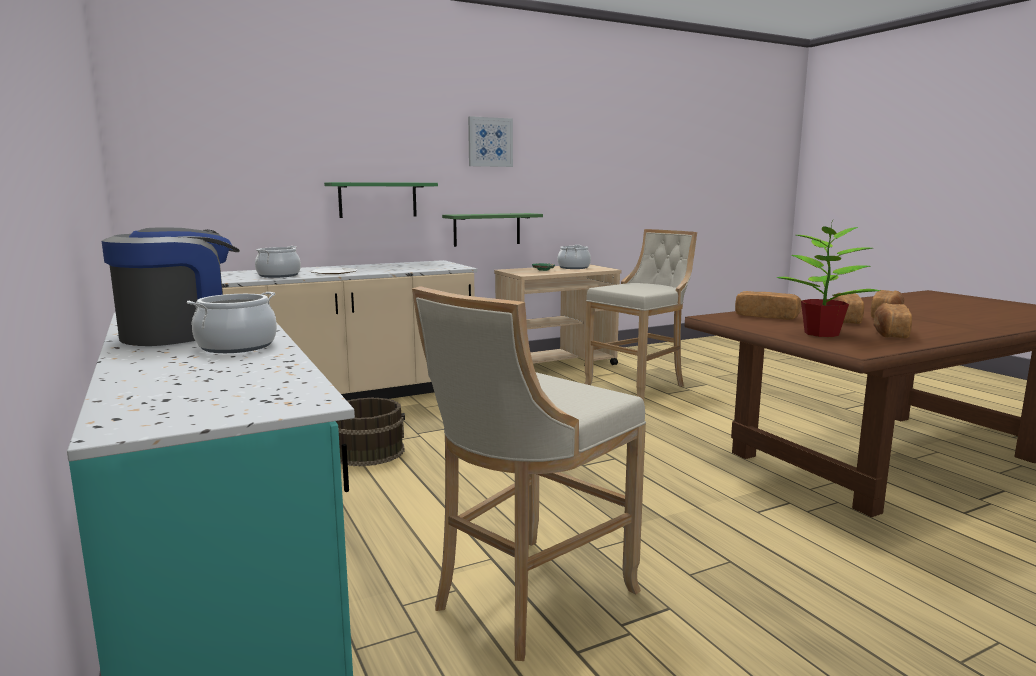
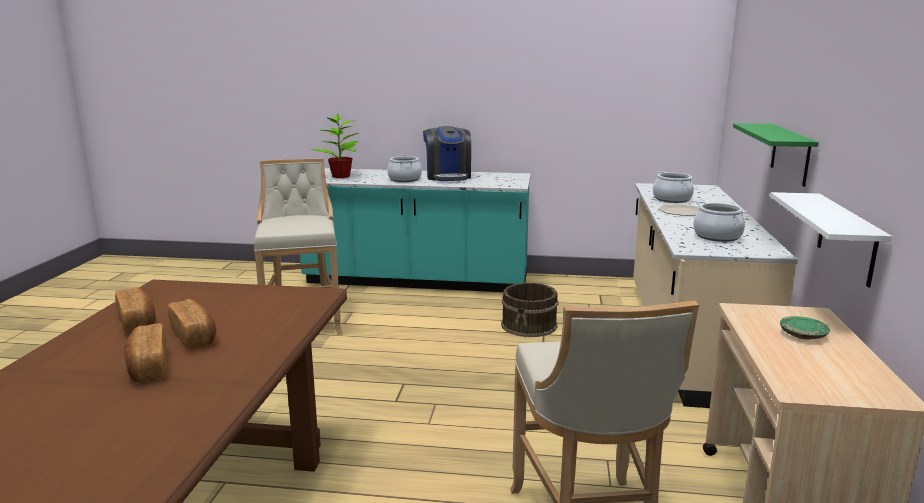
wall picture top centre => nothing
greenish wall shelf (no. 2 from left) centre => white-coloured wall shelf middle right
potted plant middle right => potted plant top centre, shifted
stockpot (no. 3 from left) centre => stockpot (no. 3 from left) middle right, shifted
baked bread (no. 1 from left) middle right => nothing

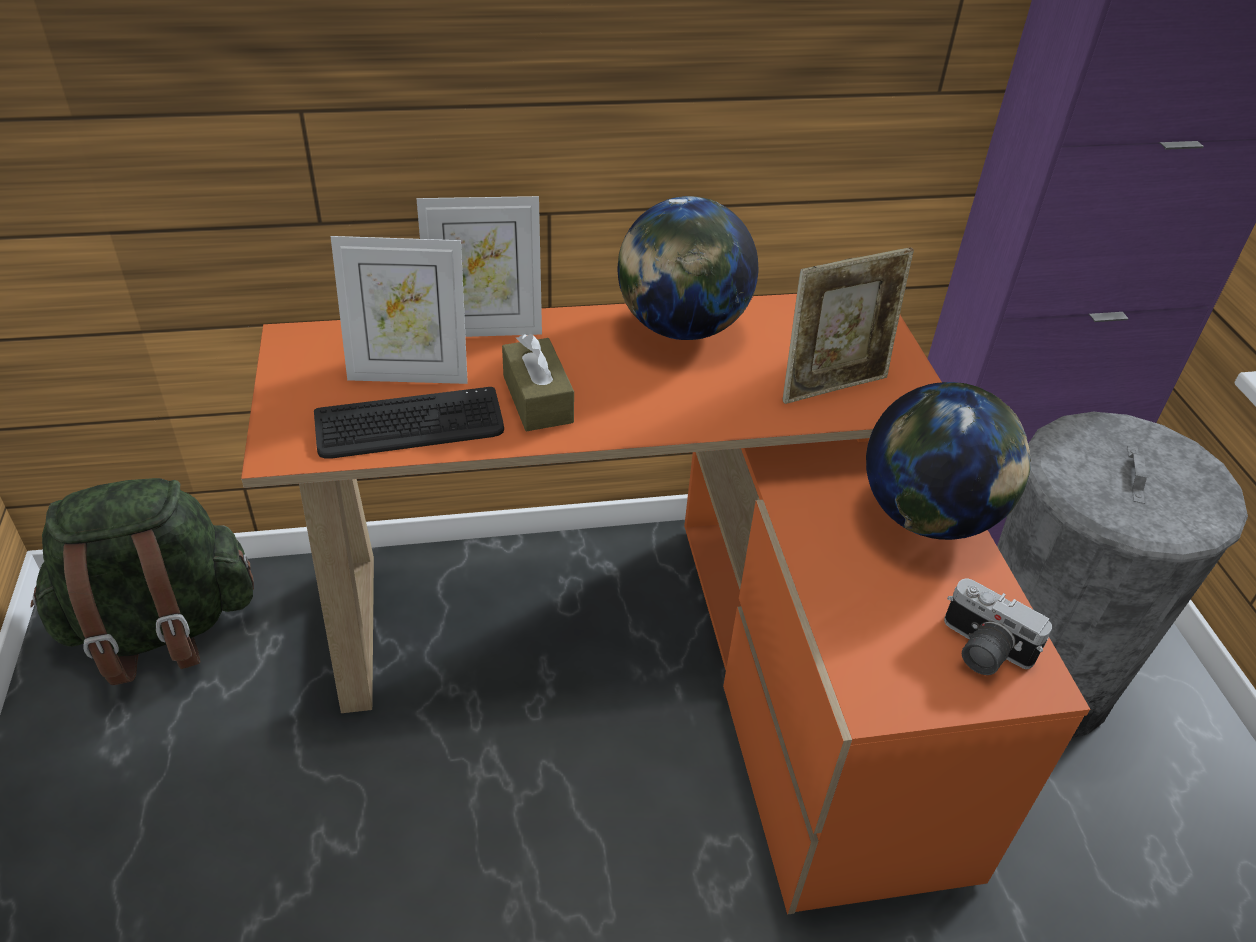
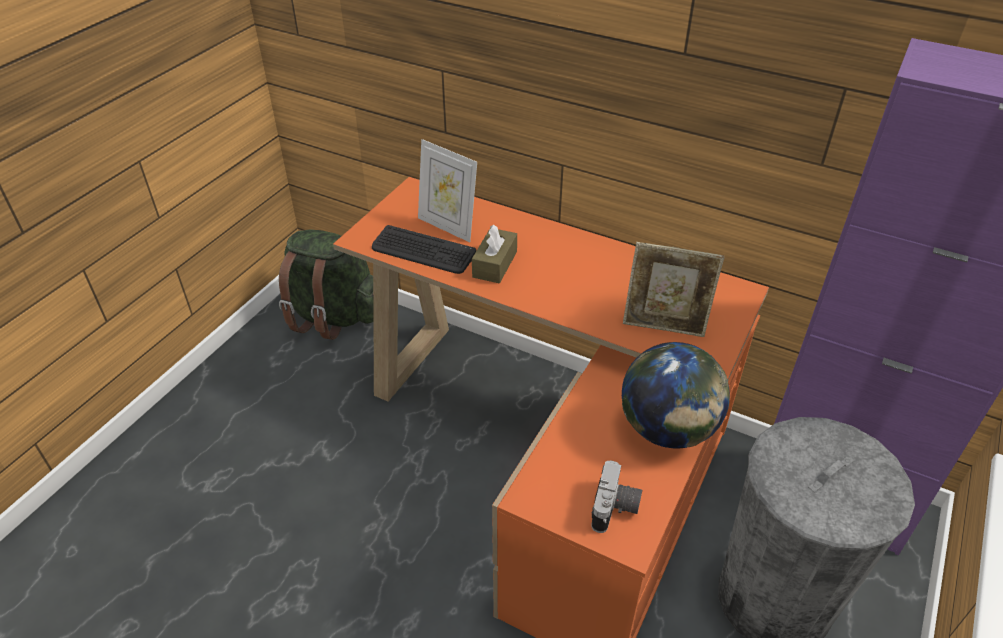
standing frame (no. 2 from left) top centre => nothing
globe (no. 1 from left) top centre => nothing
photo camera middle right => photo camera bottom centre, 150 degrees counterclockwise

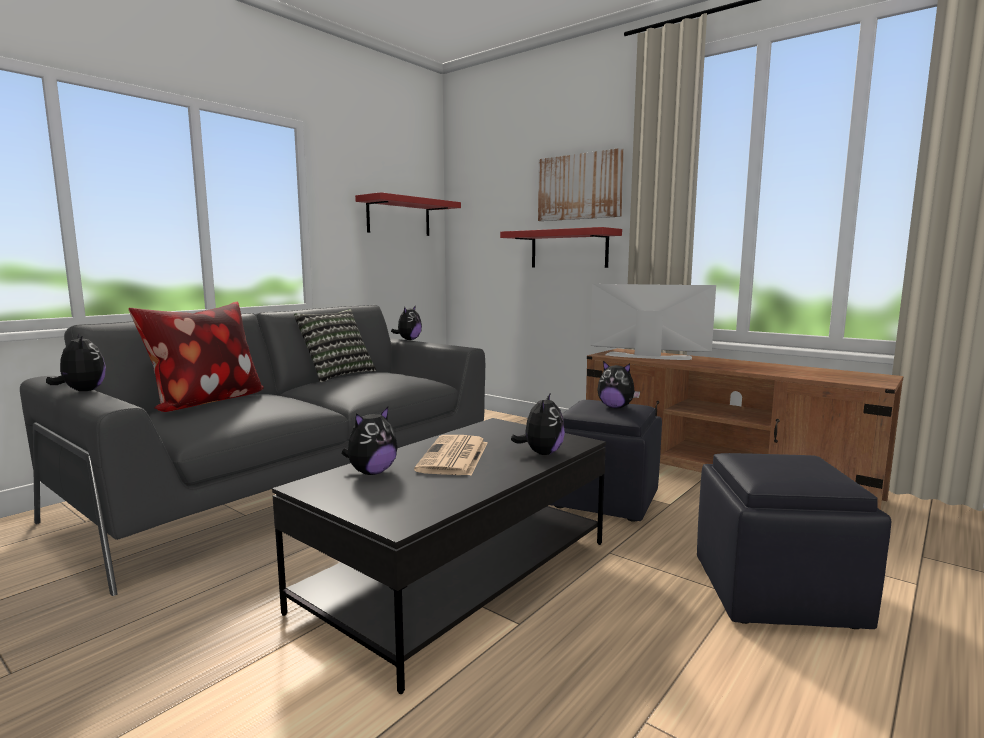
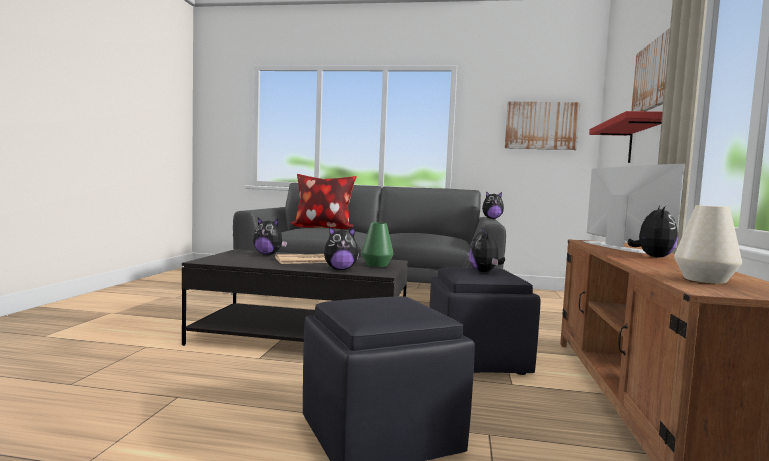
red-coloured wall shelf (no. 1 from left) top centre => wall picture (no. 1 from left) top right
throw pillow (no. 2 from left) centre => nothing
cuddly toy (no. 1 from left in the first image) middle left => cuddly toy (no. 5 from left) middle right, shifted
nothing => white-coloured decorative vase middle right
nothing => greenish decorative vase centre

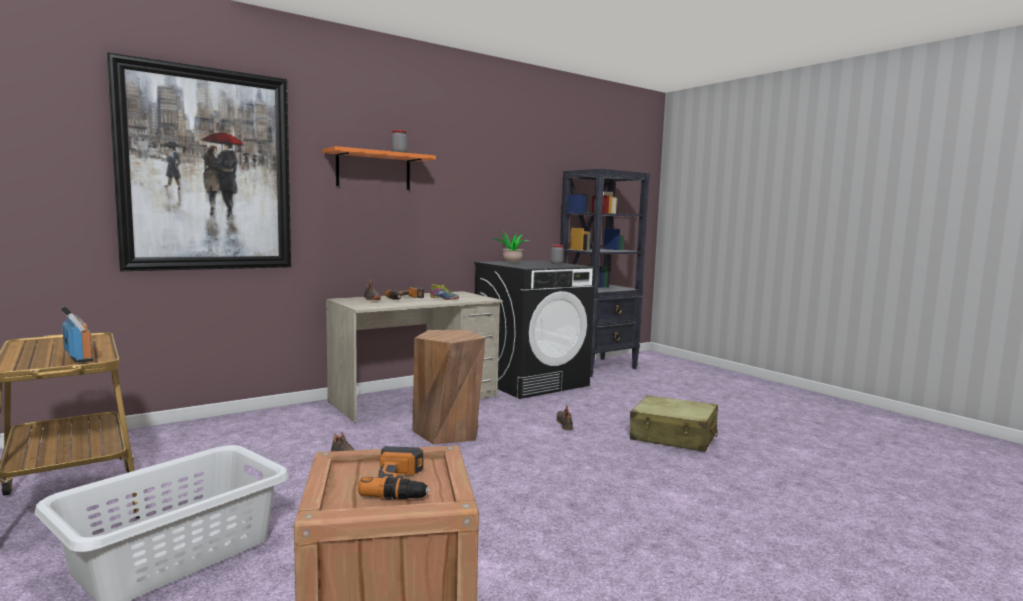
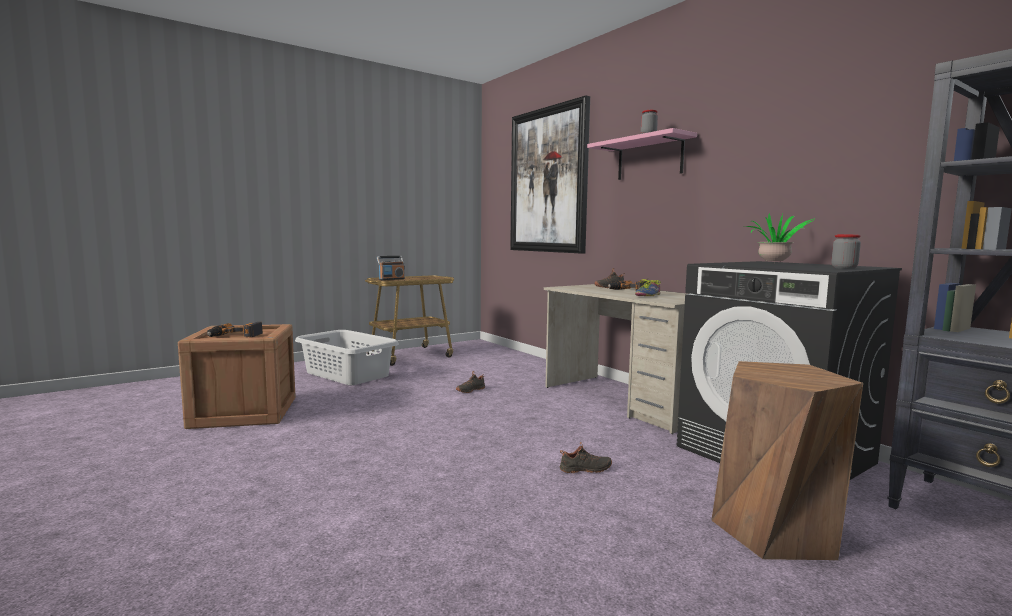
orange wall shelf top centre => pinkish wall shelf top centre
brown-coloured stool seat centre => brown-coloured stool seat bottom right, shifted
beige suitcase bottom centre => nothing

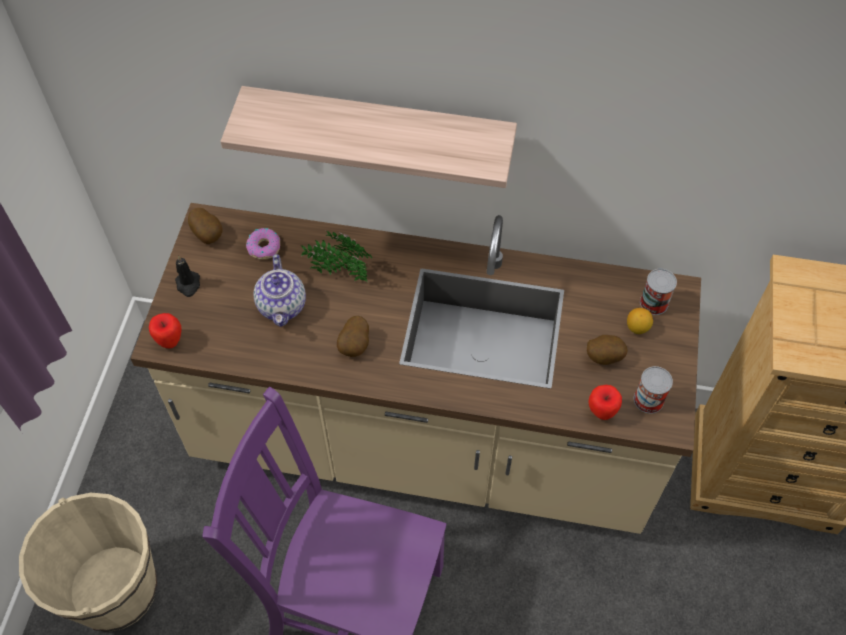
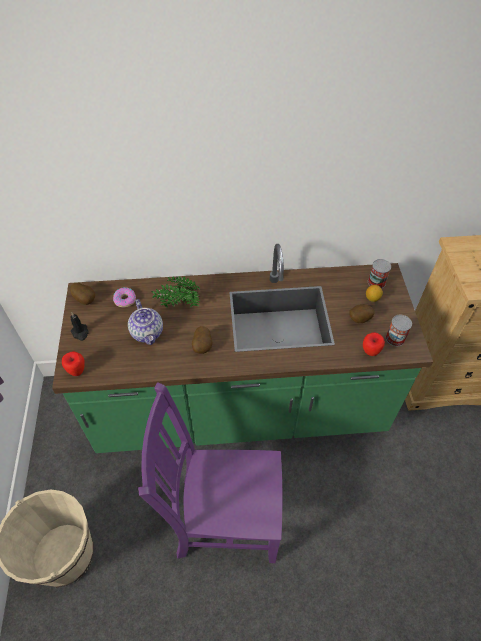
wall shelf top centre => nothing
beige kitchen counter centre => greenish kitchen counter centre

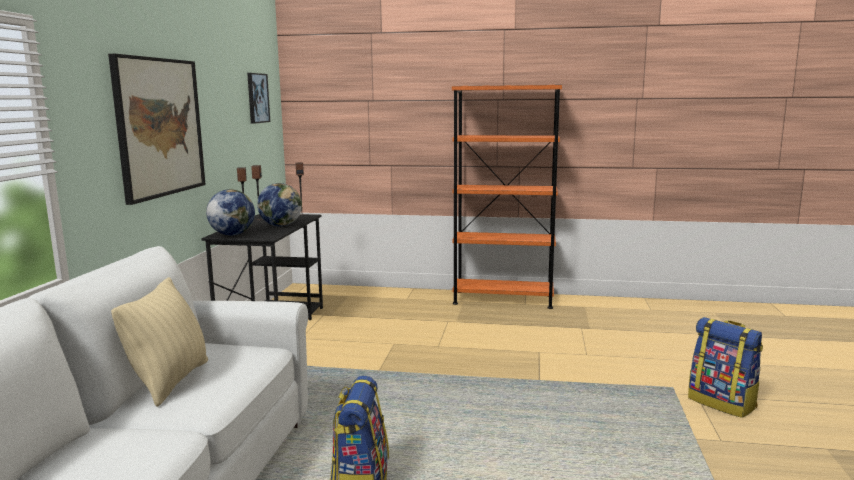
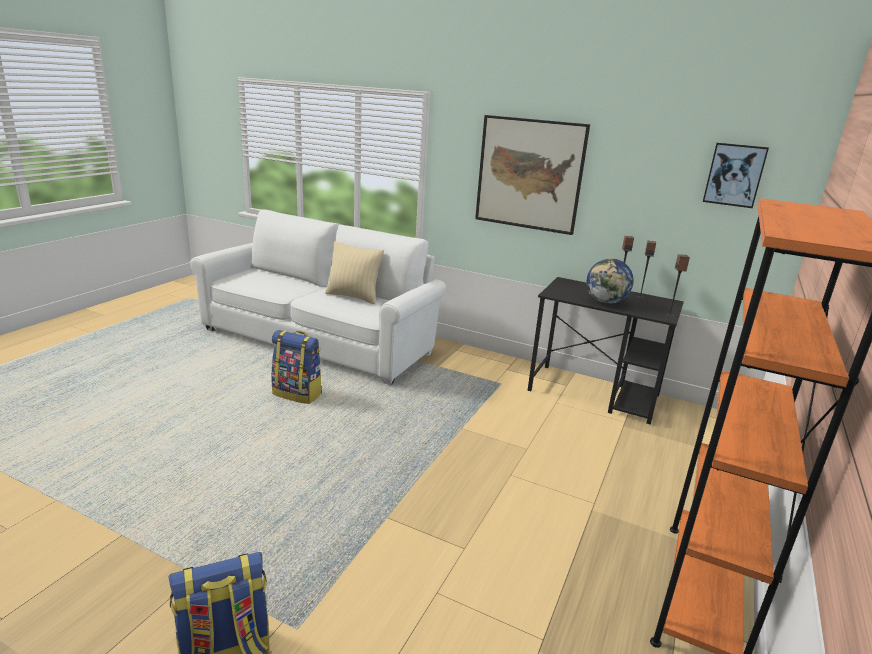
globe (no. 1 from left) middle left => nothing

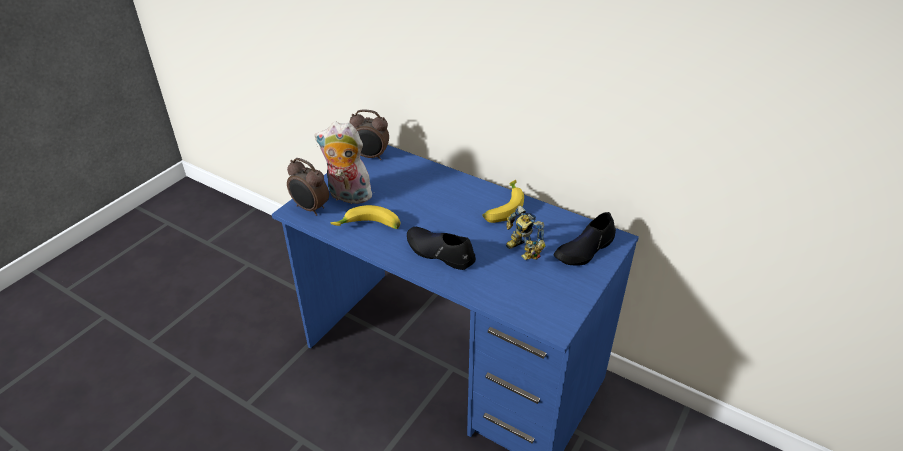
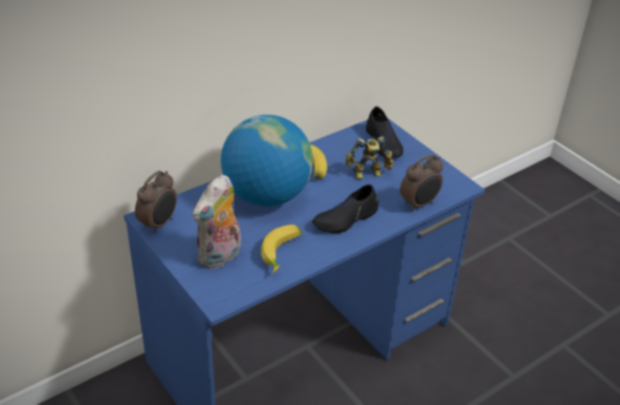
alarm clock (no. 1 from left in the first image) centre => alarm clock (no. 2 from left) middle right, shifted
nothing => globe centre

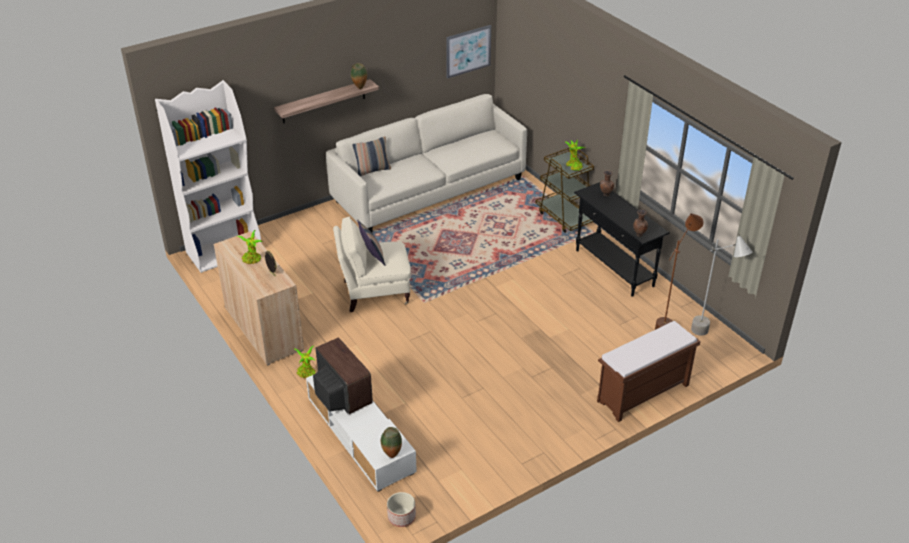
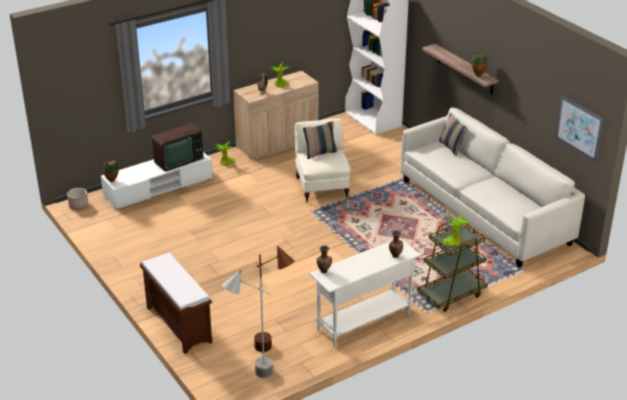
black narrow table middle right => white-coloured narrow table bottom centre

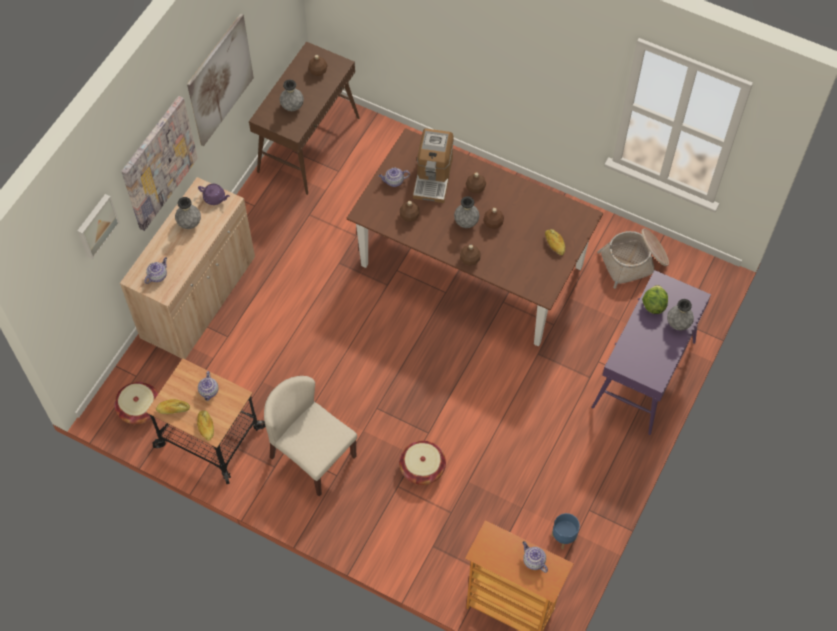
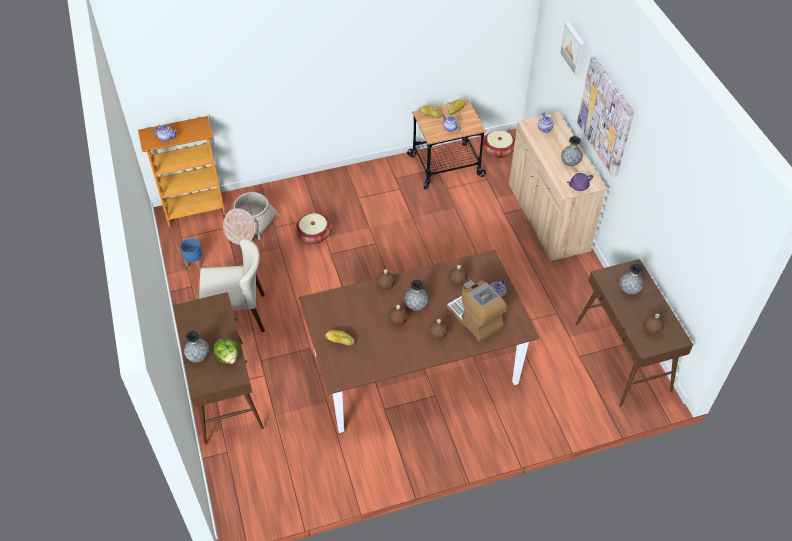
wall picture (no. 3 from left) top left => nothing
basket (no. 3 from left in the first image) middle right => basket (no. 1 from left) middle left, shifted
purple-coloured narrow table middle right => brown-coloured narrow table (no. 1 from left) bottom left
beige plain chair bottom centre => beige plain chair middle left, shifted

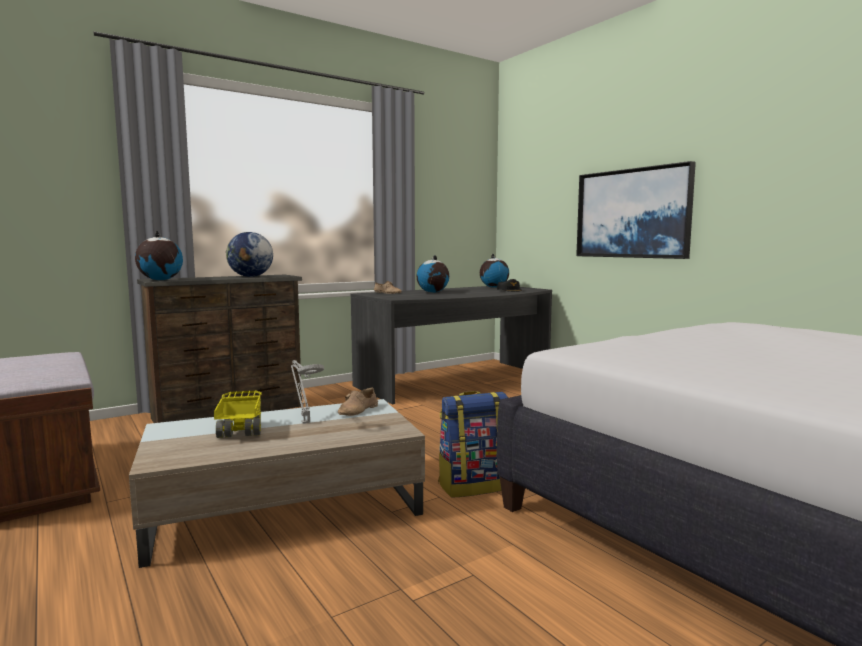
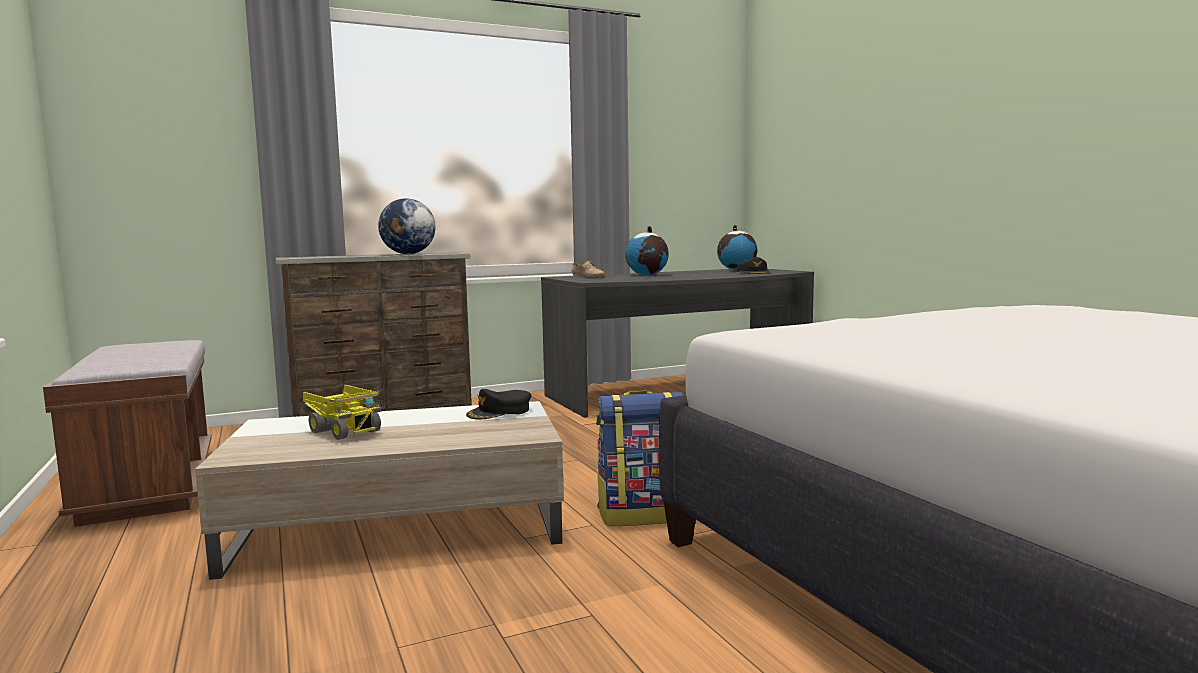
wall picture top right => nothing
globe (no. 1 from left) middle left => nothing
grey tabletop lamp centre => nothing
beige shoe (no. 1 from left) centre => black peaked cap (no. 1 from left) centre
model truck middle left, 135 degrees clockwise

